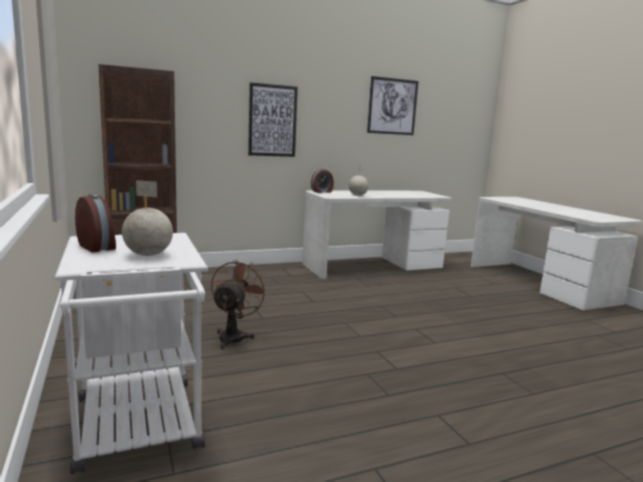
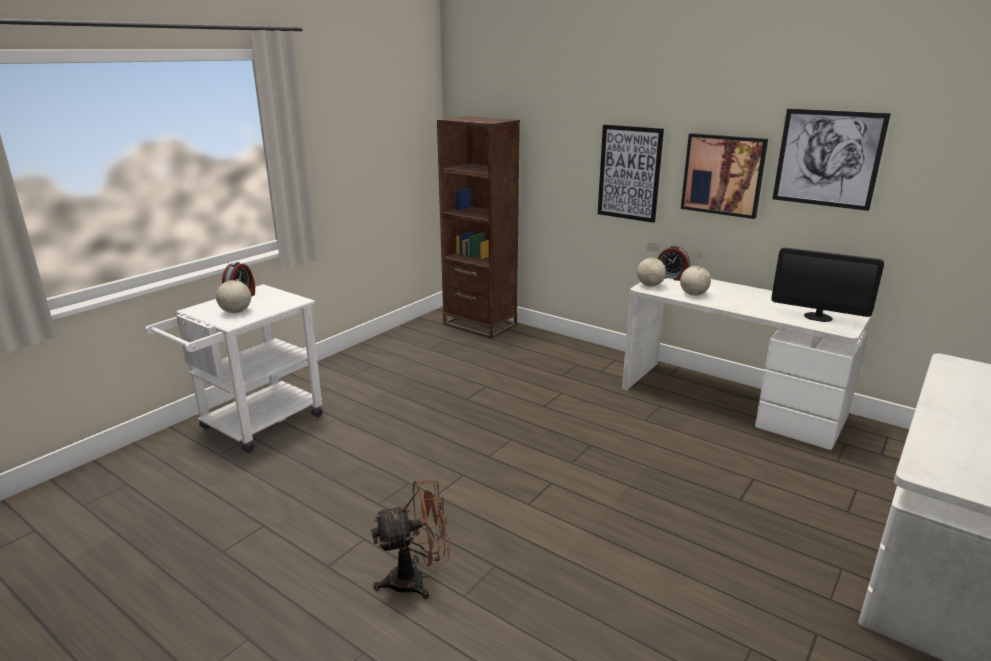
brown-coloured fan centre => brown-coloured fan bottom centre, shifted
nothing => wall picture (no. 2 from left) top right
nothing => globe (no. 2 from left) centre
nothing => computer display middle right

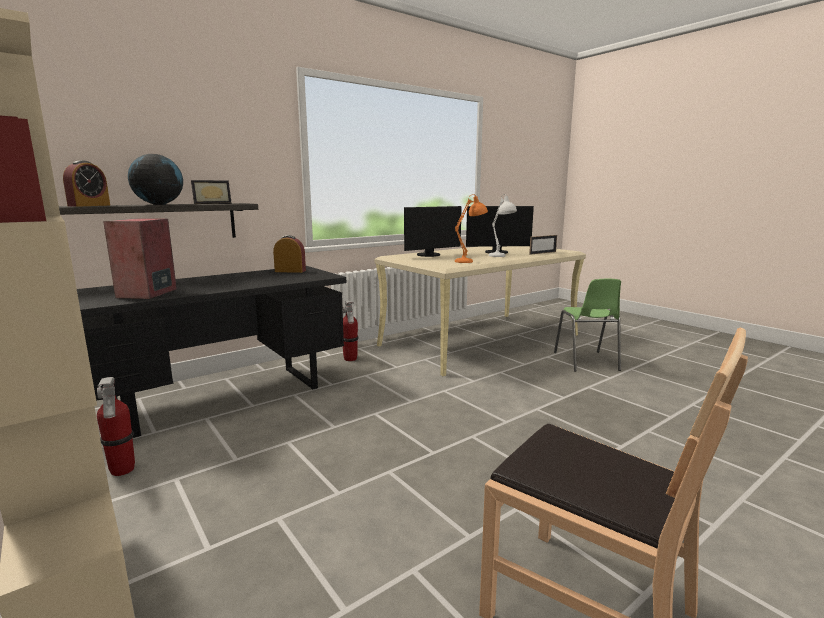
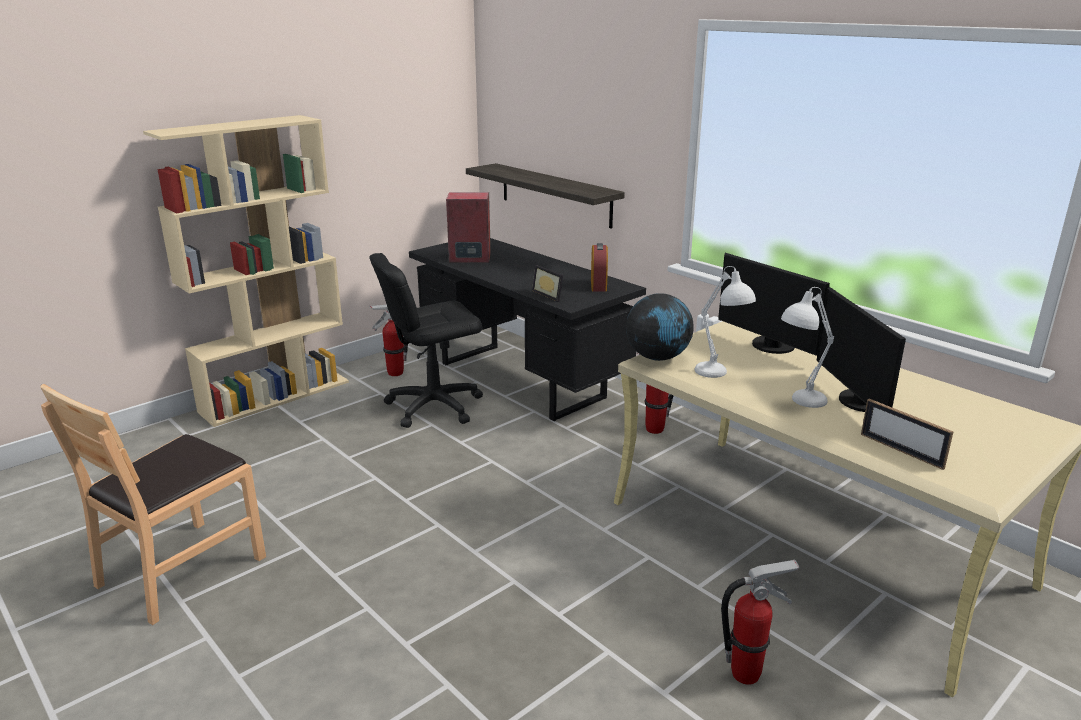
globe top left => globe centre, shifted
alarm clock (no. 1 from left) top left => nothing
standing frame (no. 1 from left) top left => standing frame (no. 1 from left) centre, shifted
orange tabletop lamp centre => white-coloured tabletop lamp (no. 1 from left) middle right
greenish plain chair middle right => fire extinguisher (no. 3 from left) bottom right
nothing => black office chair centre

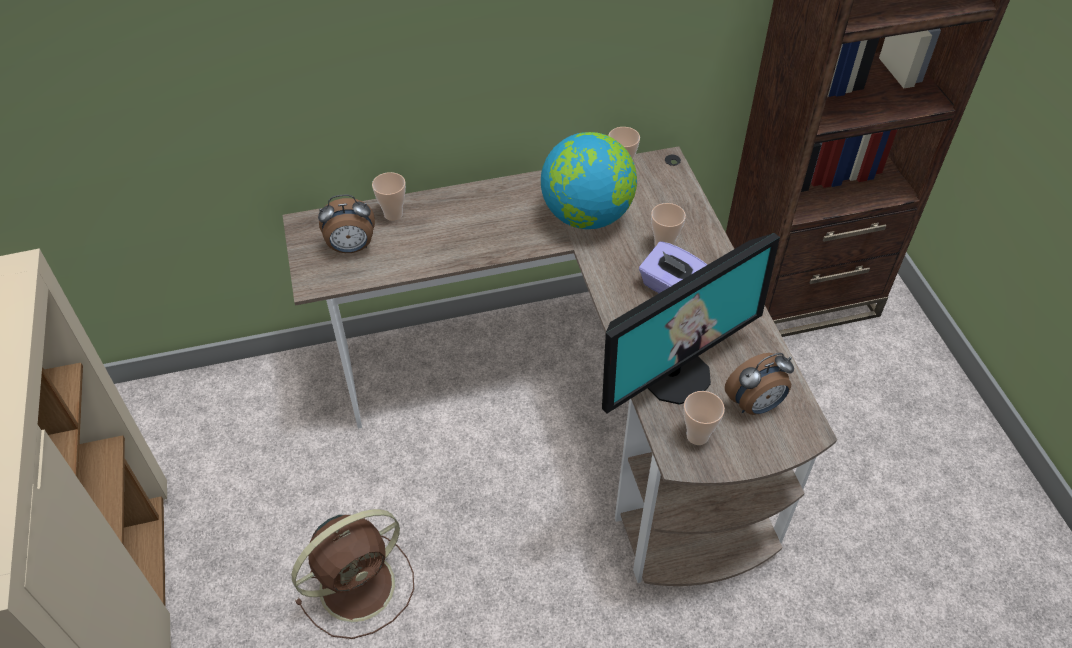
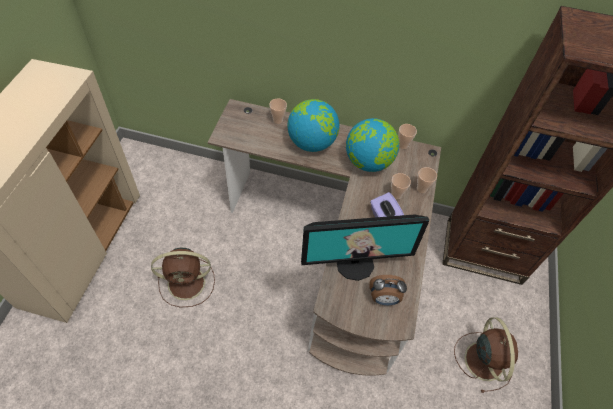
alarm clock (no. 1 from left) middle left => nothing
drinking cup (no. 4 from left) centre => drinking cup (no. 4 from left) middle right, shifted
nothing => globe (no. 1 from left) top centre
nothing => brown-coloured fan (no. 2 from left) bottom right

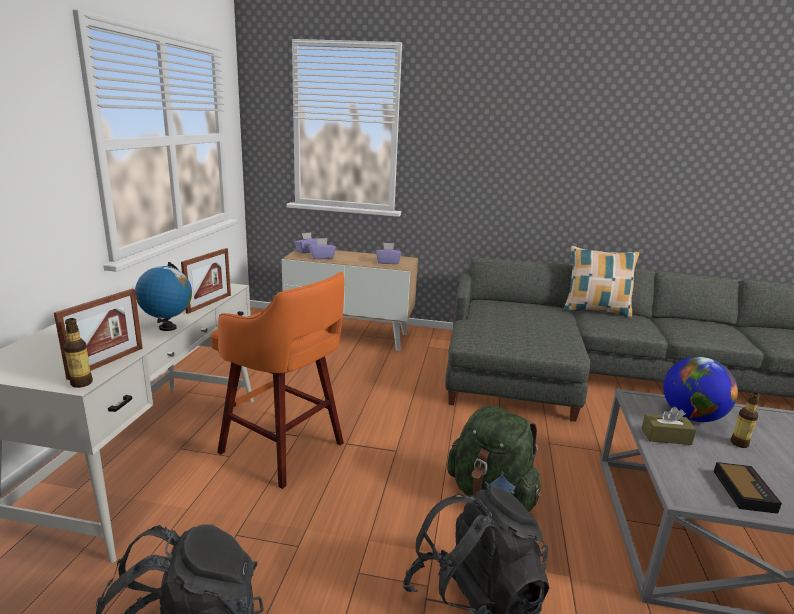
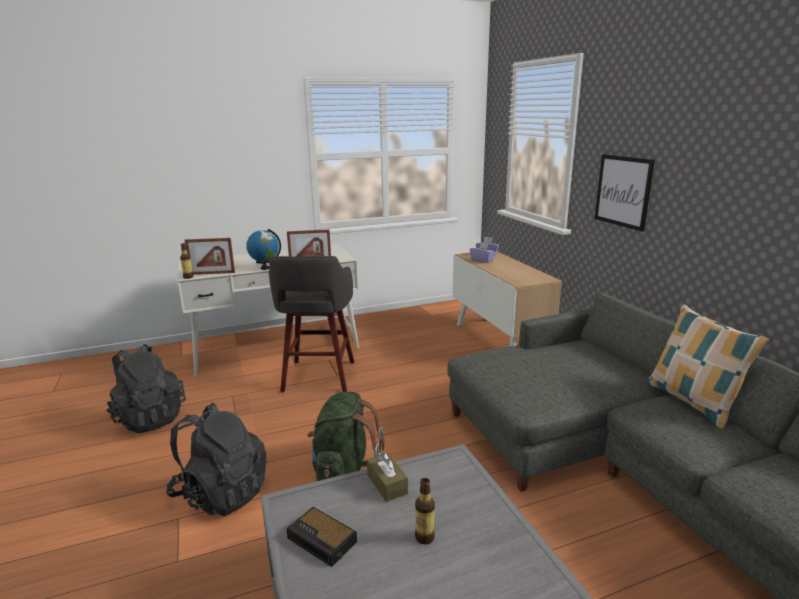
purple-coloured tissue holder (no. 3 from left) centre => nothing
orange stool seat centre => grey stool seat centre
globe (no. 2 from left) middle right => nothing
alarm clock bottom right => alarm clock bottom centre, 60 degrees clockwise
nothing => wall picture top right

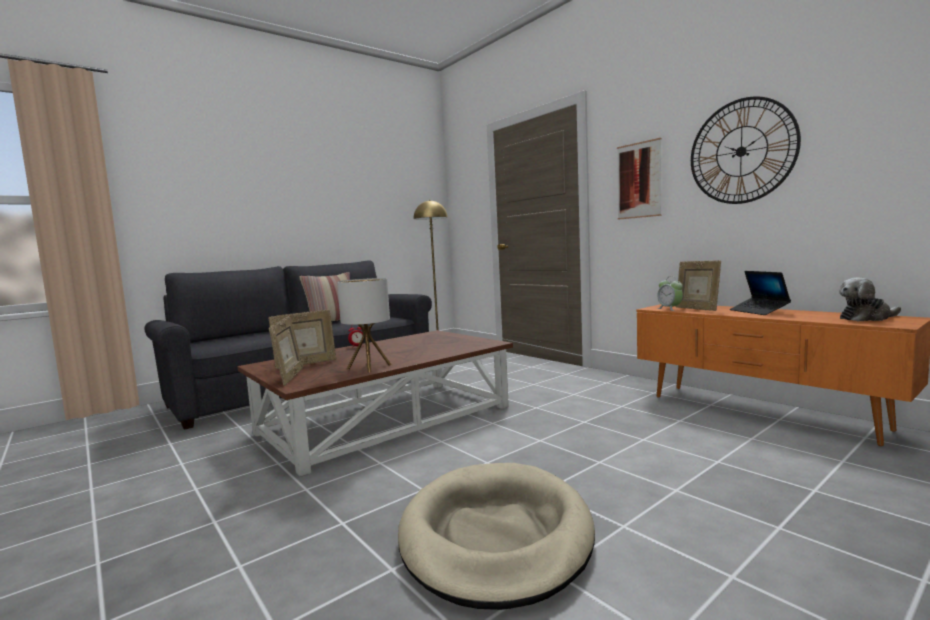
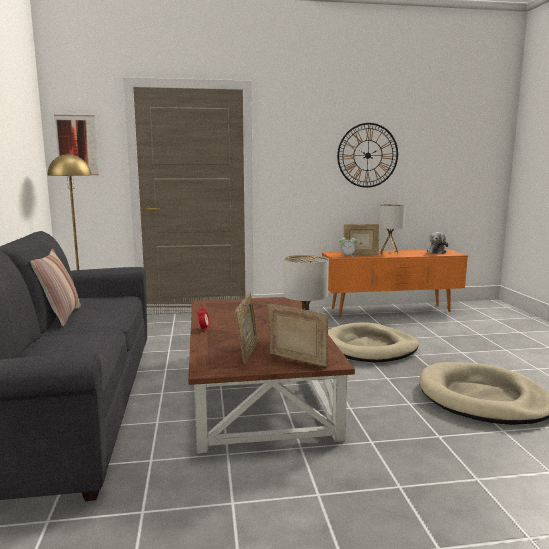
wall picture top right => wall picture top left, shifted
portable computer middle right => tabletop lamp (no. 2 from left) middle right
nothing => beige pet bed (no. 1 from left) middle right

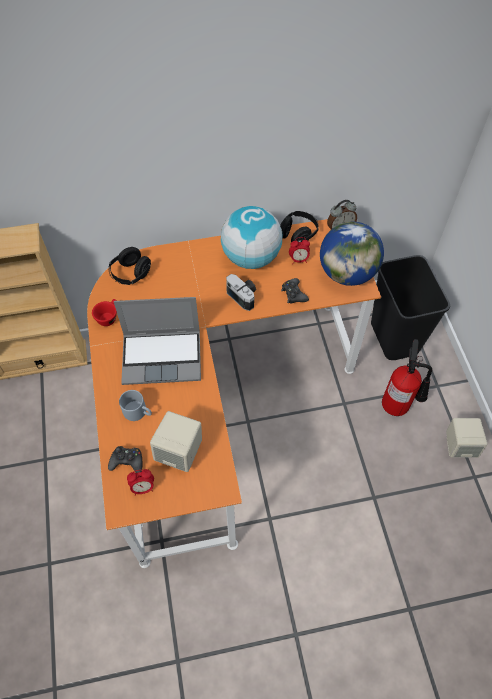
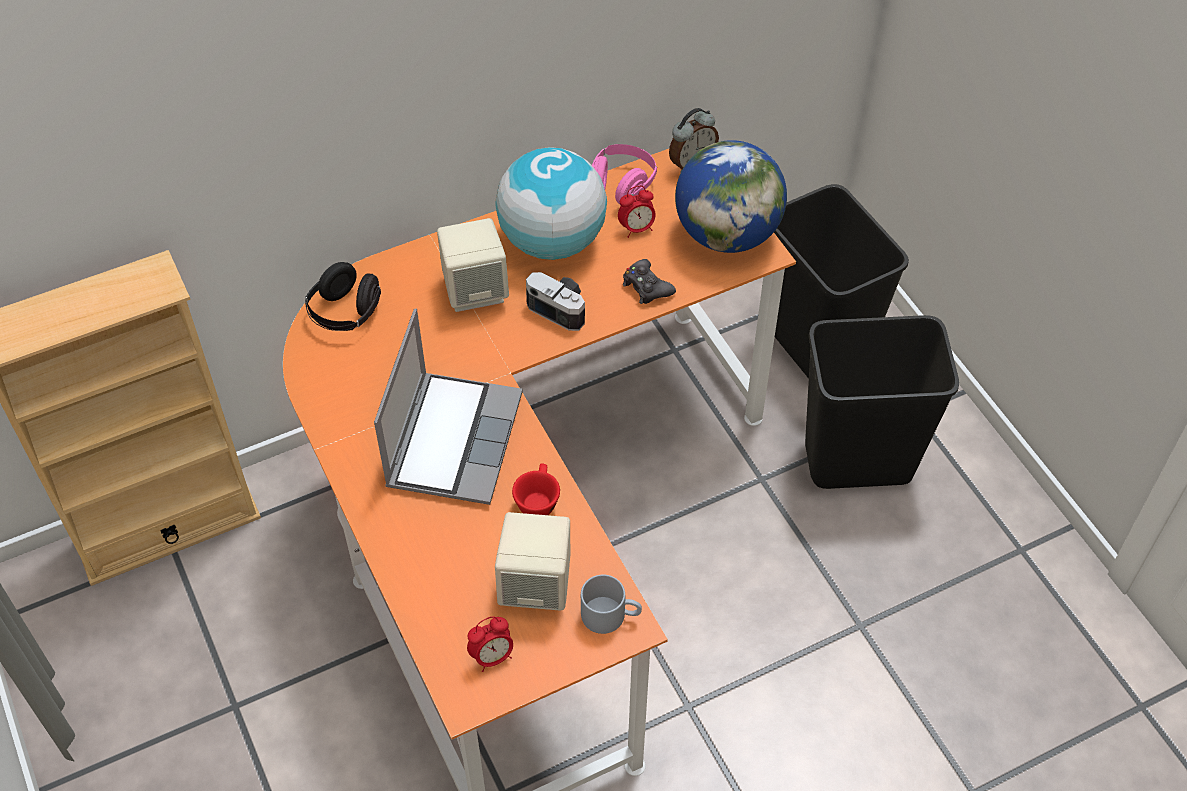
black headphones (no. 2 from left) top centre => pinkish headphones top centre
portable computer middle left => portable computer centre, 60 degrees counterclockwise
red-coloured drinking cup middle left => red-coloured drinking cup centre, shifted
fire extinguisher middle right => black waste bin (no. 2 from left) middle right
grey coffee mug middle left => grey coffee mug bottom centre, shifted
beige audio speaker (no. 2 from left in the first image) middle right => beige audio speaker (no. 1 from left) centre, shifted
black gamepad (no. 1 from left) middle left => nothing

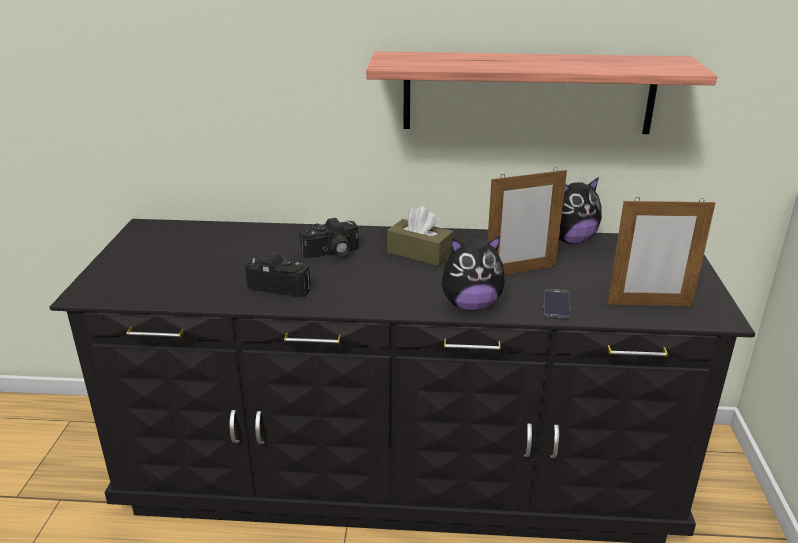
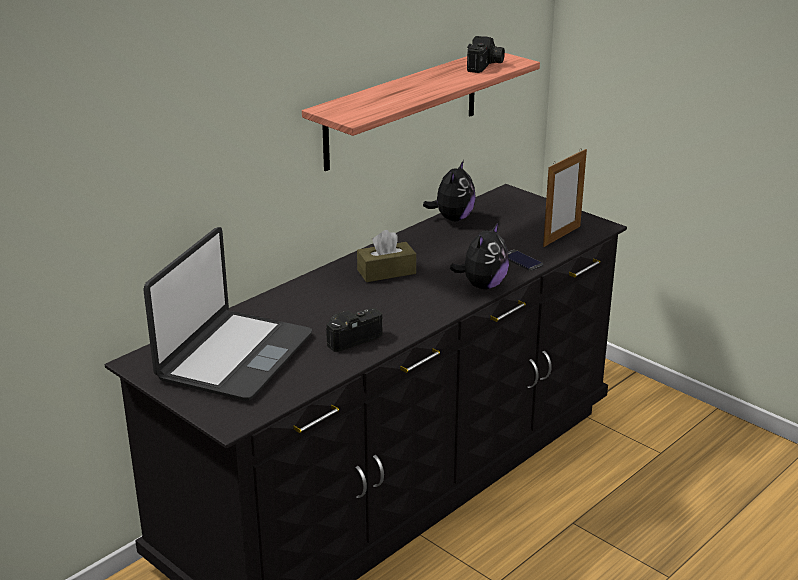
standing frame (no. 1 from left) centre => nothing
photo camera (no. 2 from left) centre => photo camera (no. 2 from left) top centre, shifted
nothing => portable computer middle left

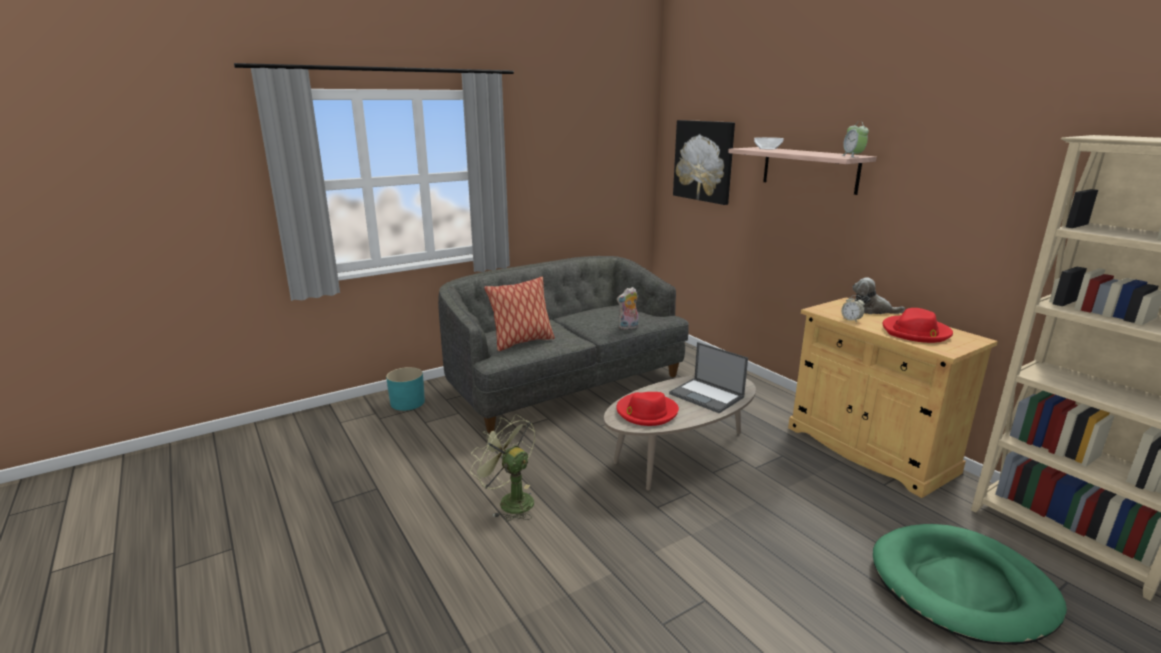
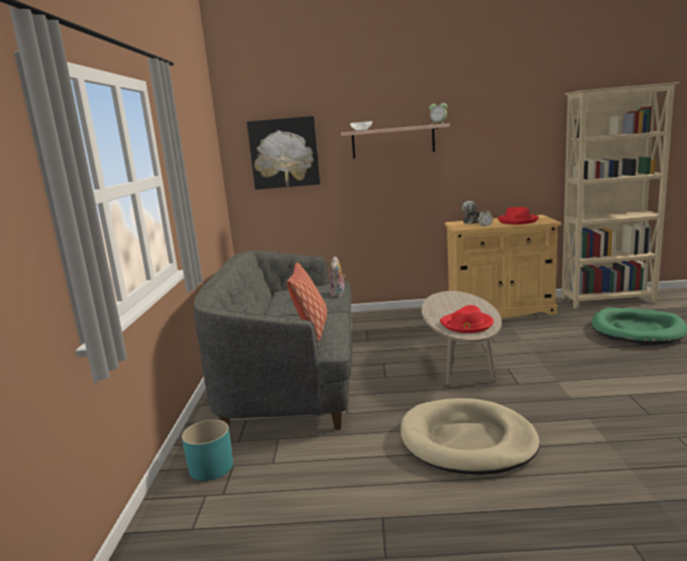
portable computer centre => nothing
greenish fan bottom centre => beige pet bed bottom right

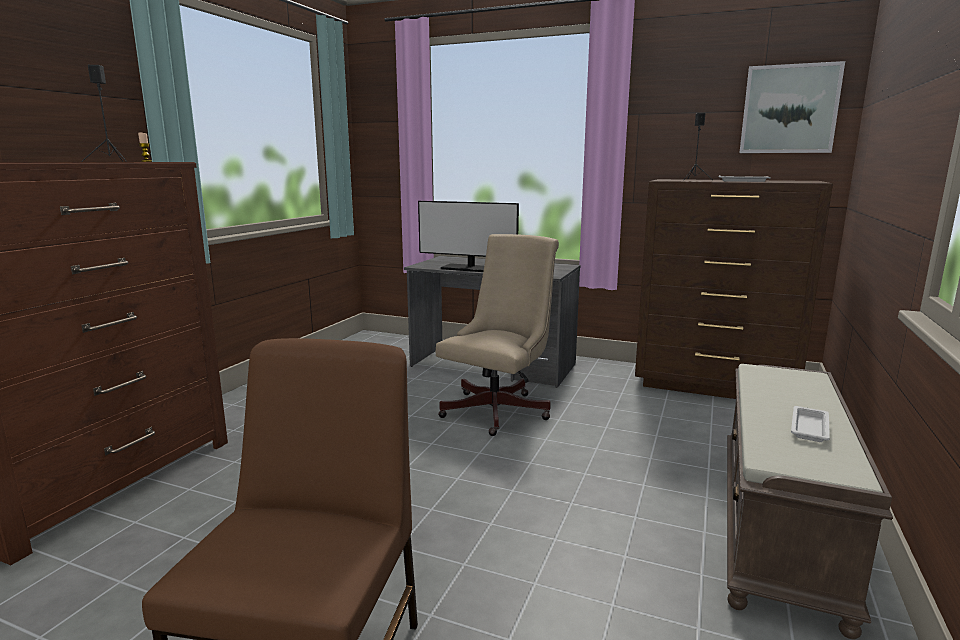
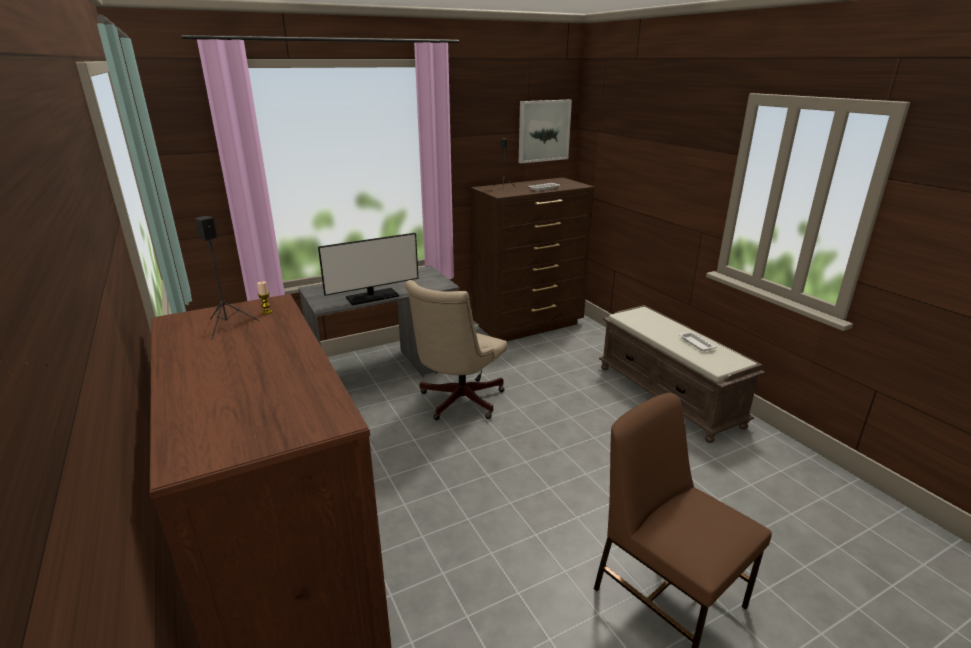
beige office chair centre, 135 degrees counterclockwise

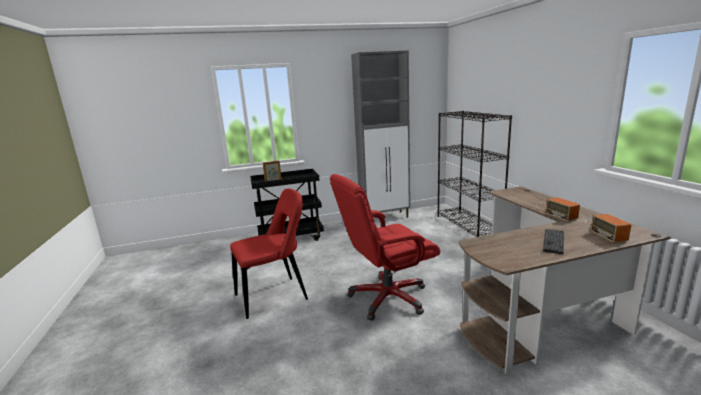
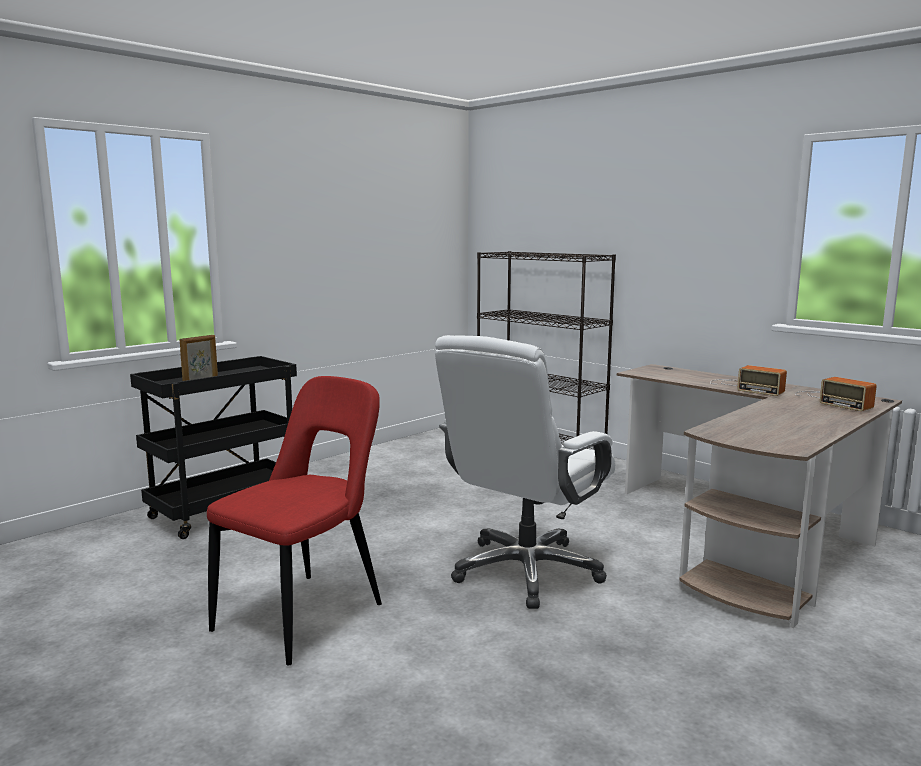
grey cabinet centre => nothing
red-coloured office chair centre => white-coloured office chair centre
computer keyboard middle right => nothing

